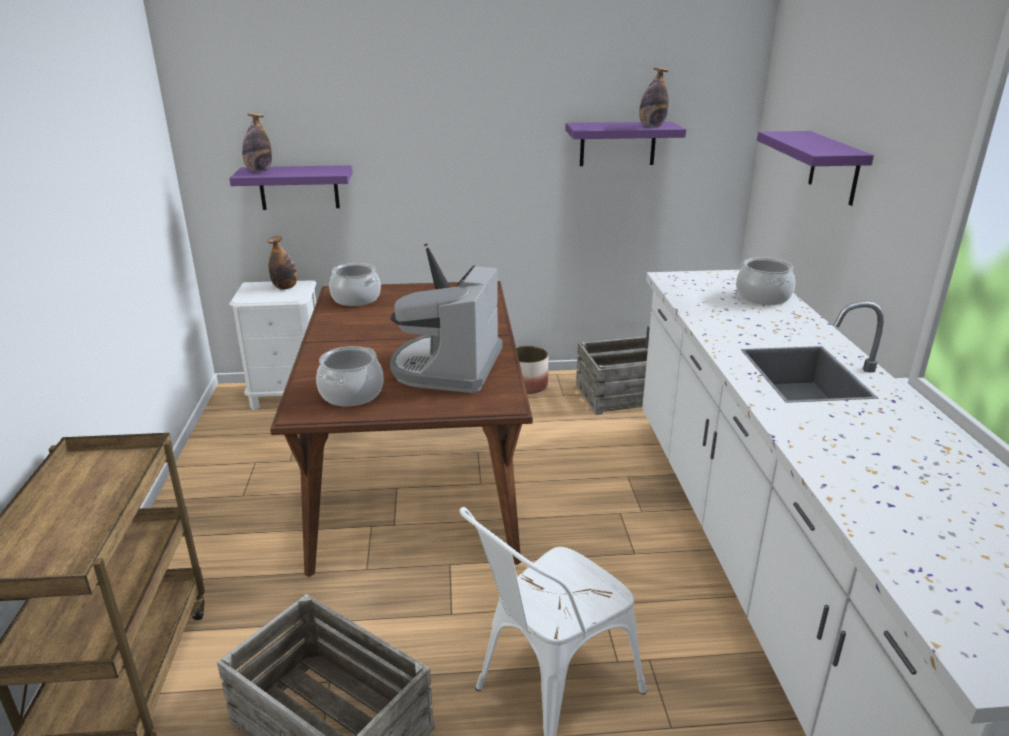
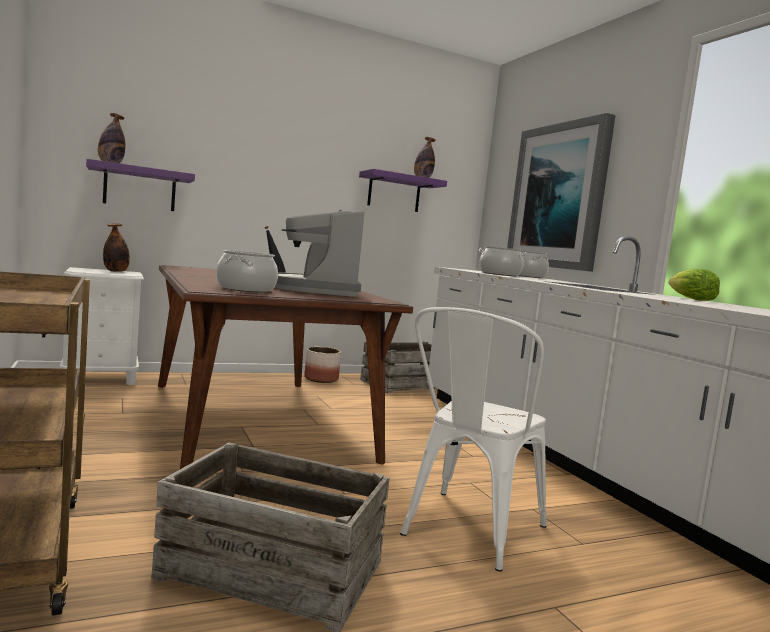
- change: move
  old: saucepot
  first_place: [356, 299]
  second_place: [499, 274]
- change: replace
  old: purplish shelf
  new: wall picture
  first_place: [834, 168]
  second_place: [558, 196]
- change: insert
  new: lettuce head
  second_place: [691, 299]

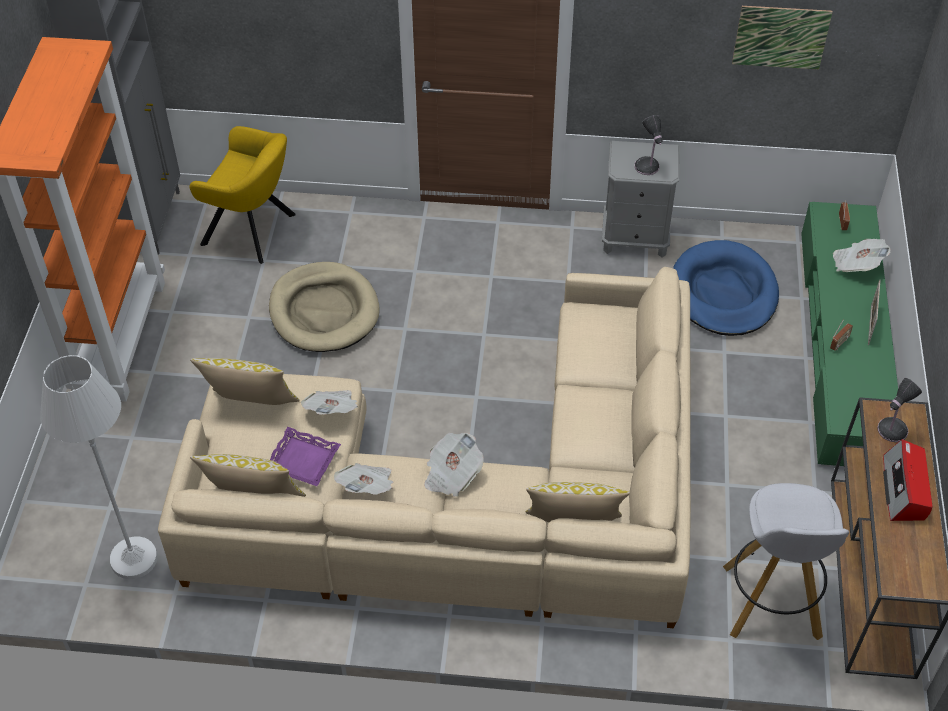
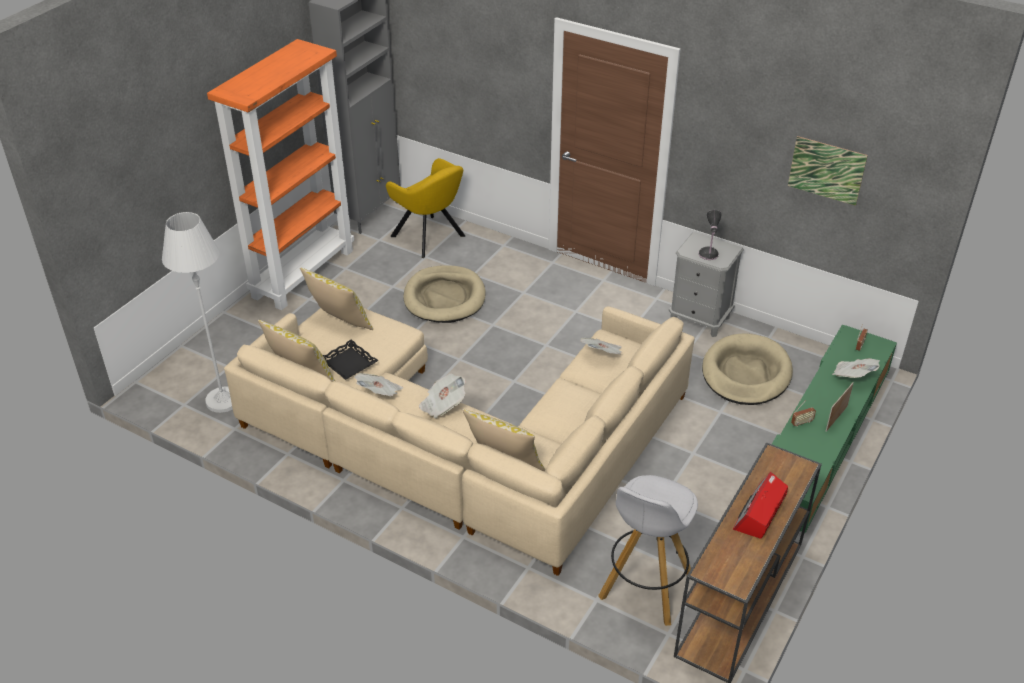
- change: recolor
  old: purplish tray
  new: blackish tray
  first_place: [303, 460]
  second_place: [349, 363]
- change: move
  old: newspaper
  first_place: [332, 411]
  second_place: [602, 354]
- change: recolor
  old: blue pet bed
  new: beige pet bed
  first_place: [723, 292]
  second_place: [746, 373]
- change: delete
  old: table lamp
  first_place: [891, 431]

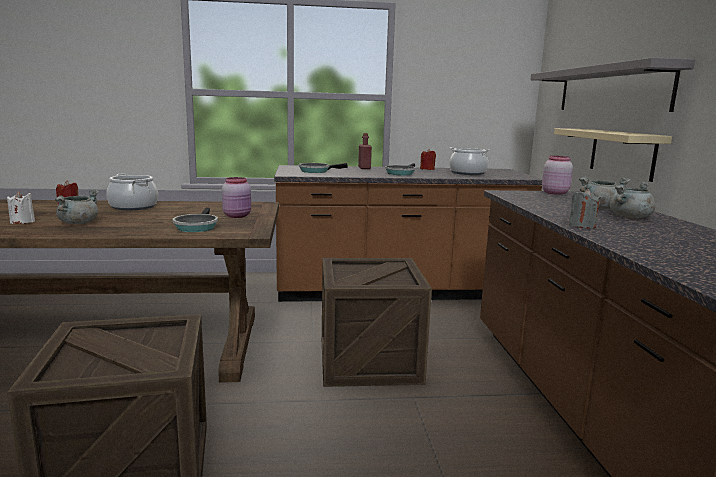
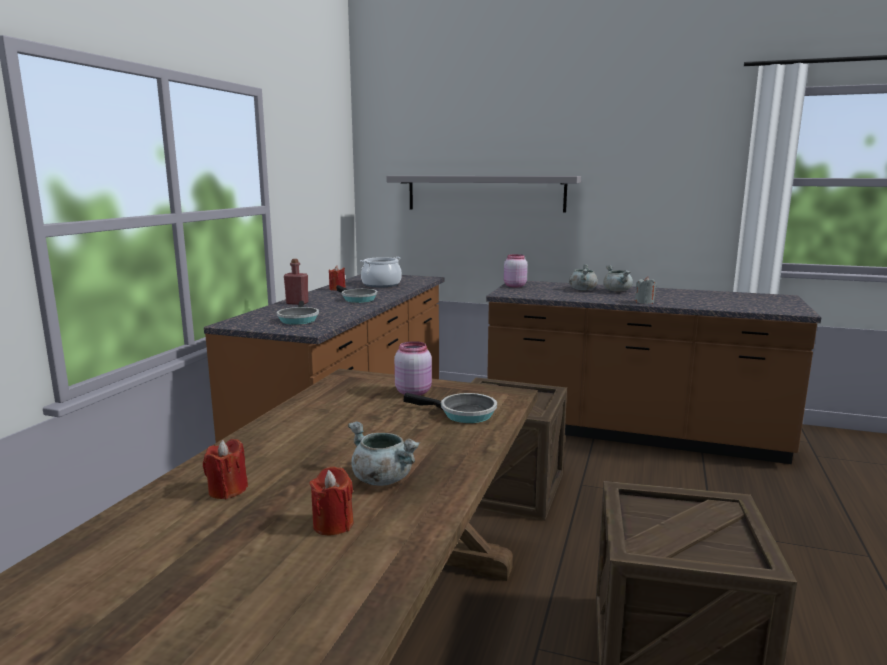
- change: recolor
  old: white-coloured wax light
  new: reddish wax light
  first_place: [22, 222]
  second_place: [333, 524]
- change: delete
  old: saucepot
  first_place: [133, 207]
- change: delete
  old: beige shelf
  first_place: [622, 153]

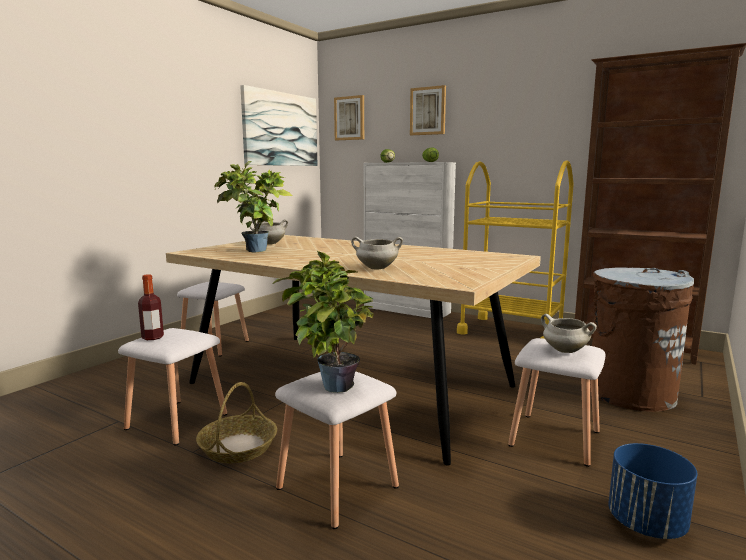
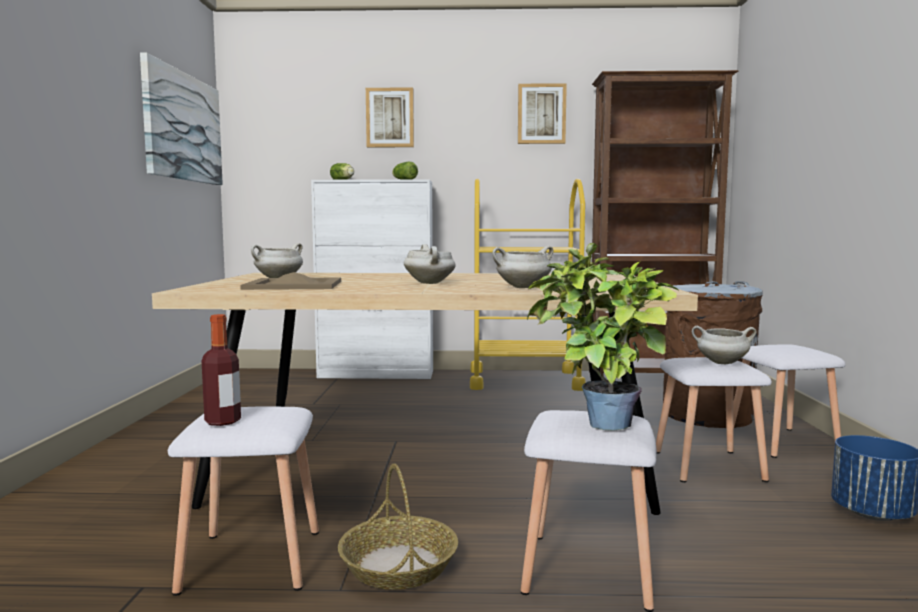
- change: move
  old: white-coloured sitting stool
  first_place: [215, 345]
  second_place: [780, 442]
- change: replace
  old: houseplant
  new: beige tray
  first_place: [254, 252]
  second_place: [295, 285]
- change: move
  old: wall picture
  first_place: [350, 118]
  second_place: [541, 114]
- change: insert
  new: white-coloured saucepot
  second_place: [430, 283]

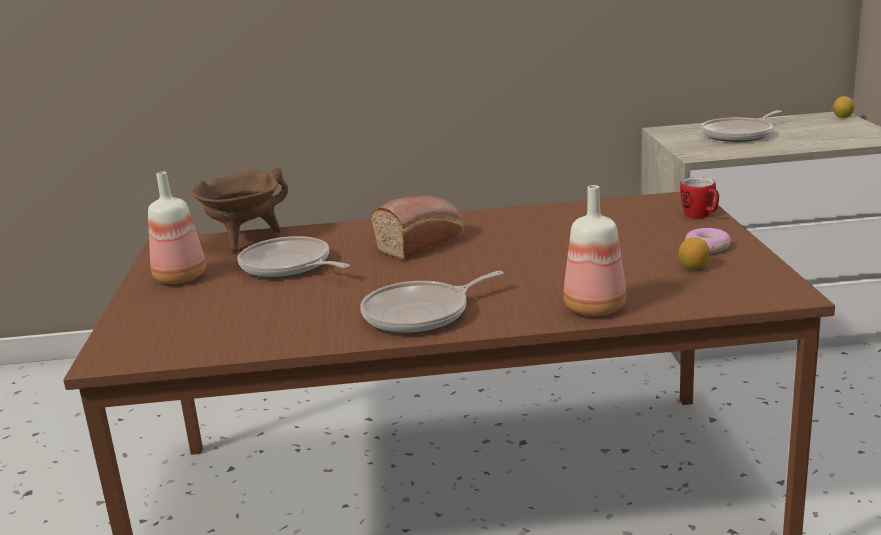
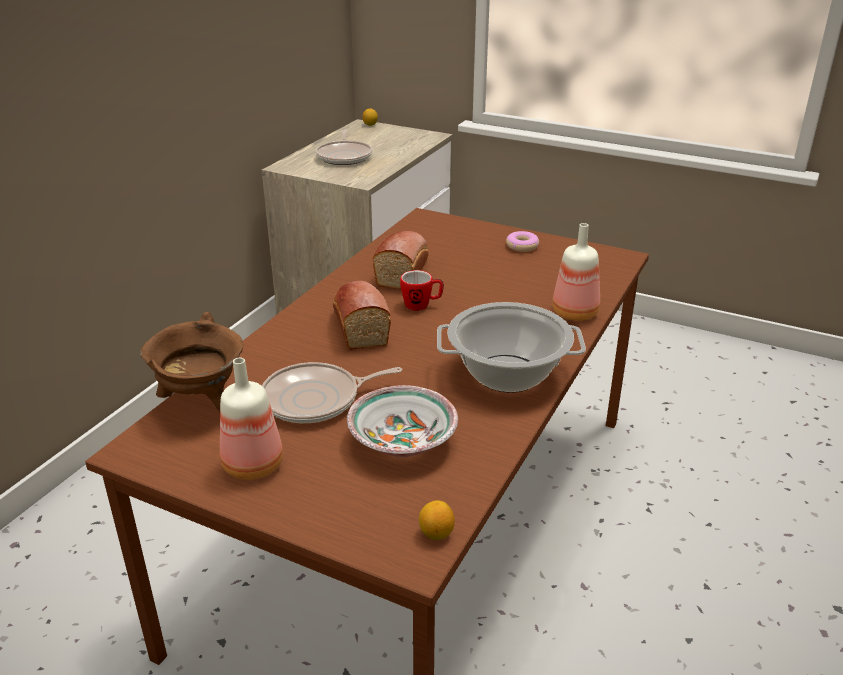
- change: replace
  old: skillet
  new: saucepot
  first_place: [421, 314]
  second_place: [508, 374]
- change: move
  old: whole lemon
  first_place: [693, 267]
  second_place: [436, 533]
- change: move
  old: tea mug
  first_place: [701, 216]
  second_place: [421, 305]
- change: insert
  new: deep dish
  second_place: [401, 441]
- change: insert
  new: baked bread
  second_place: [403, 271]

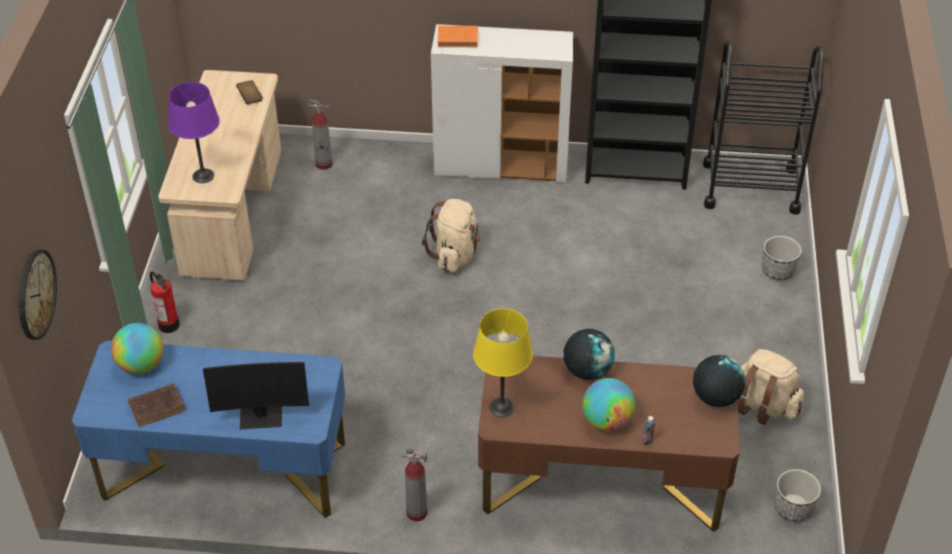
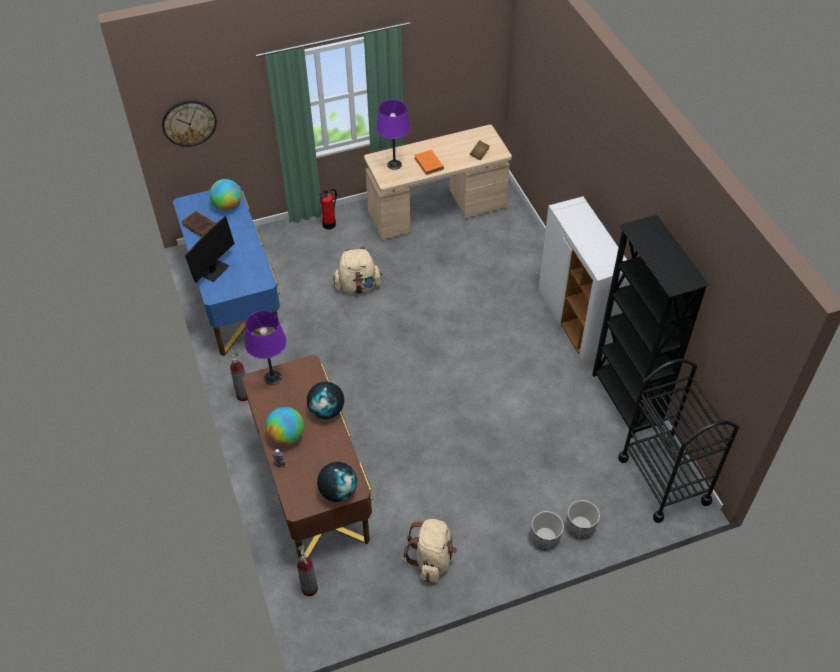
- change: rotate
  old: monitor
  first_place: [261, 416]
  second_place: [213, 270]
  degrees: -120
- change: move
  old: extinguisher
  first_place: [324, 164]
  second_place: [309, 589]
- change: move
  old: beige knapsack
  first_place: [455, 255]
  second_place: [358, 286]
- change: move
  old: orange bound book
  first_place: [459, 39]
  second_place: [429, 164]
- change: recolor
  old: yellowish table lamp
  new: purplish table lamp
  first_place: [502, 407]
  second_place: [272, 378]
- change: move
  old: flower pot
  first_place: [793, 508]
  second_place: [545, 538]

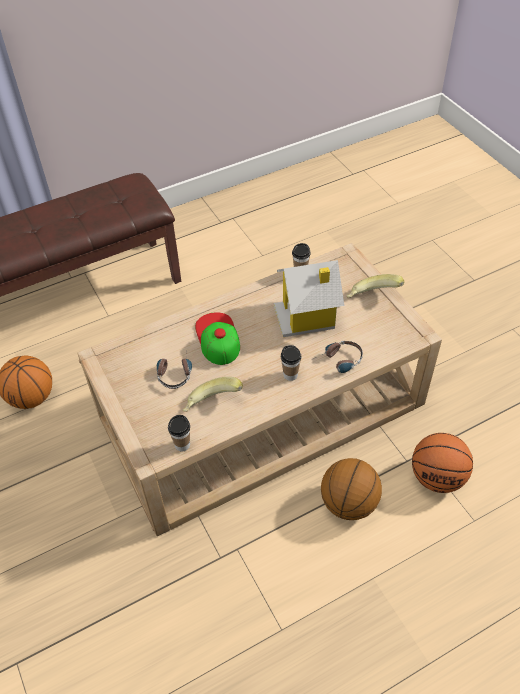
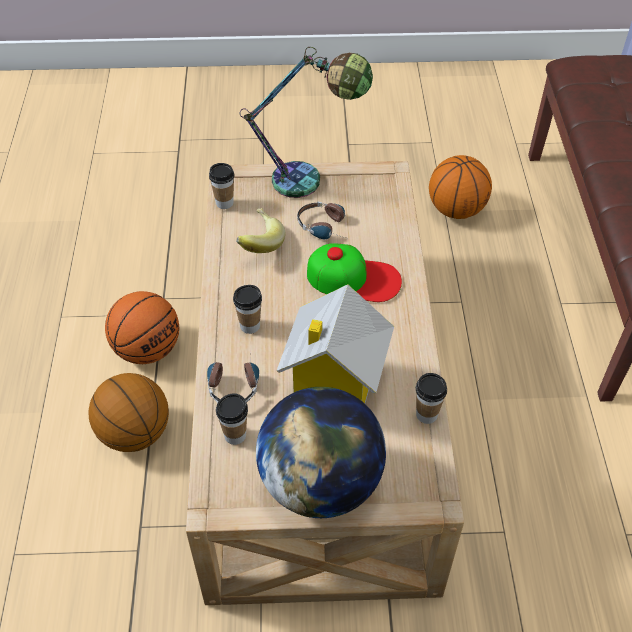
- change: replace
  old: whole banana
  new: desk globe
  first_place: [373, 298]
  second_place: [320, 483]
- change: move
  old: ball for basketball
  first_place: [437, 477]
  second_place: [147, 349]
- change: insert
  new: drinking cup
  second_place: [235, 435]
- change: insert
  new: table lamp
  second_place: [311, 183]

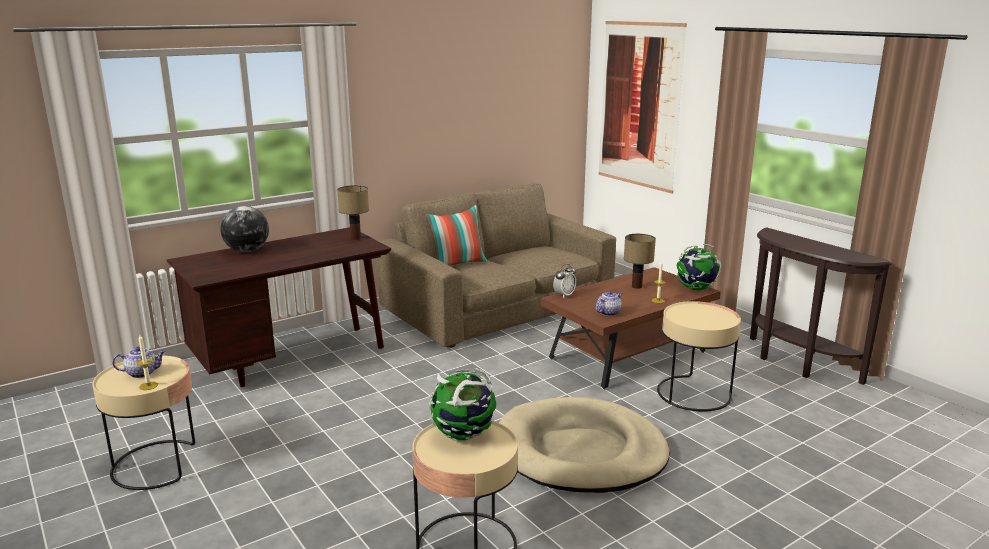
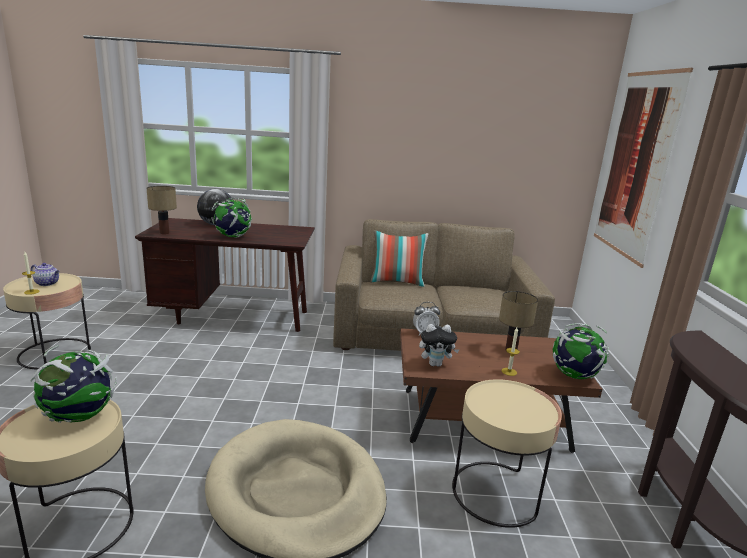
- change: move
  old: table lamp
  first_place: [356, 238]
  second_place: [164, 233]
- change: replace
  old: pot for tea
  new: plush toy
  first_place: [608, 313]
  second_place: [436, 364]
- change: insert
  new: desk globe
  second_place: [232, 236]

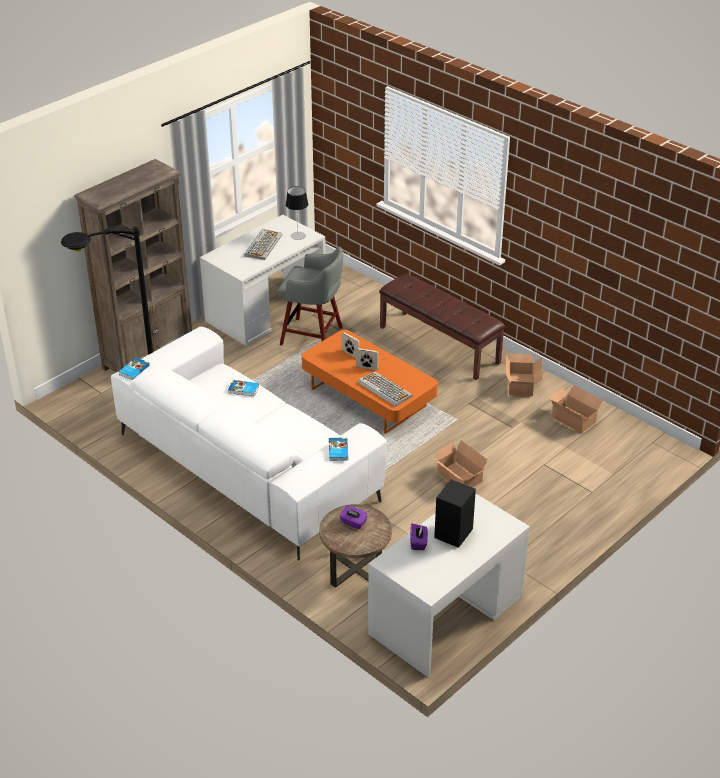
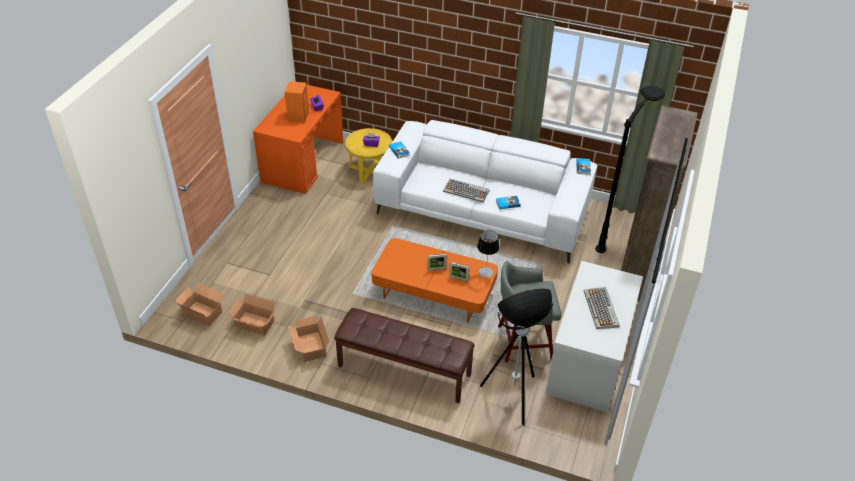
- change: move
  old: table lamp
  first_place: [298, 236]
  second_place: [485, 272]
- change: recolor
  old: brownish accent table
  new: yellowish accent table
  first_place: [355, 568]
  second_place: [369, 171]
- change: move
  old: computer keyboard
  first_place: [384, 389]
  second_place: [466, 191]
- change: recolor
  old: white-coloured desk
  new: orange desk
  first_place: [446, 615]
  second_place: [303, 161]
- change: move
  old: packing box
  first_place: [459, 478]
  second_place: [202, 312]
- change: recolor
  old: blackish audio speaker
  new: orange audio speaker
  first_place: [453, 534]
  second_place: [298, 116]
- change: insert
  new: floor lamp
  second_place: [512, 397]

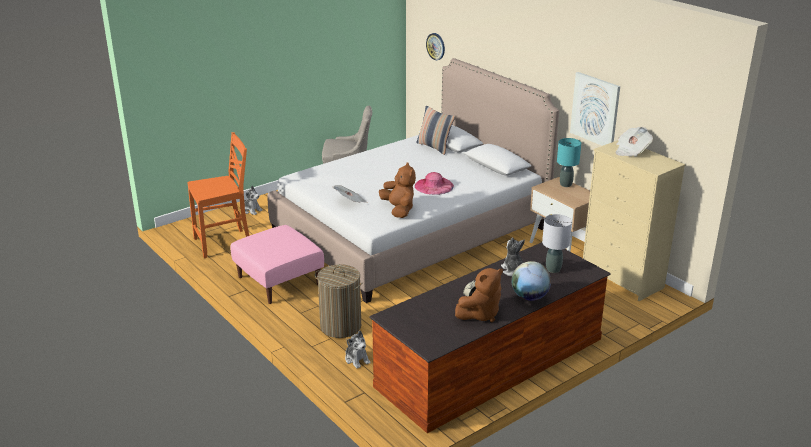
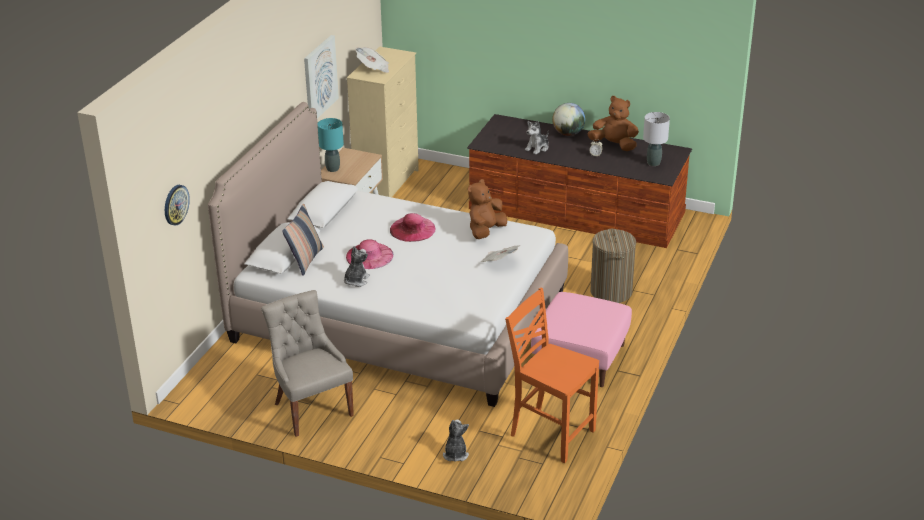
- change: move
  old: plush toy
  first_place: [357, 359]
  second_place: [356, 280]
- change: move
  old: greyish table lamp
  first_place: [553, 269]
  second_place: [653, 163]
- change: insert
  new: pinkish hat
  second_place: [369, 256]

